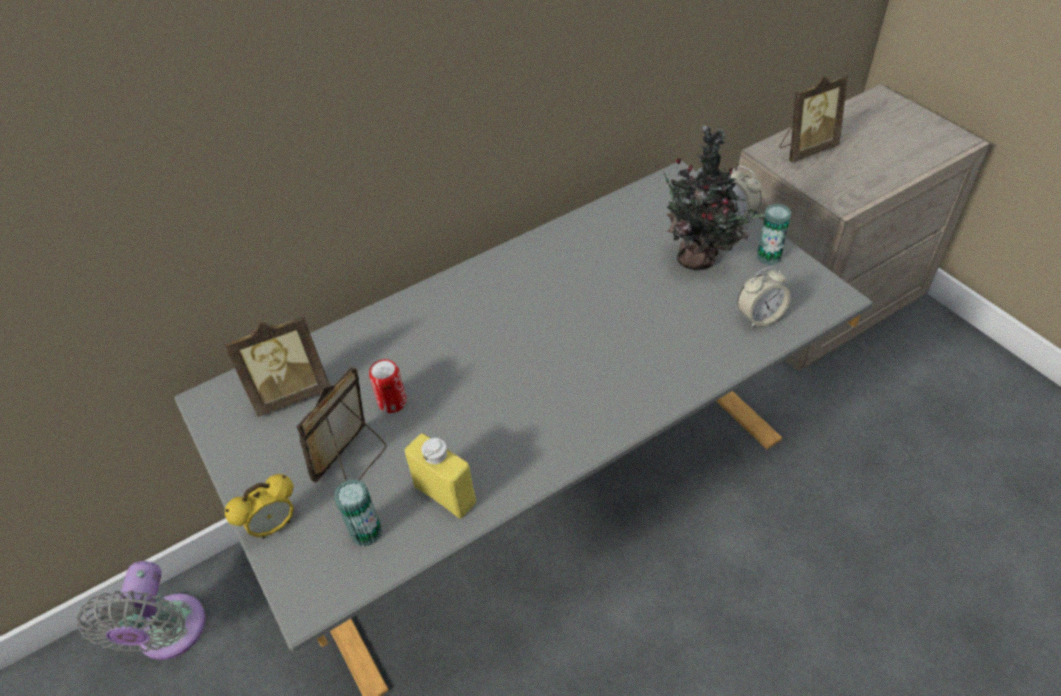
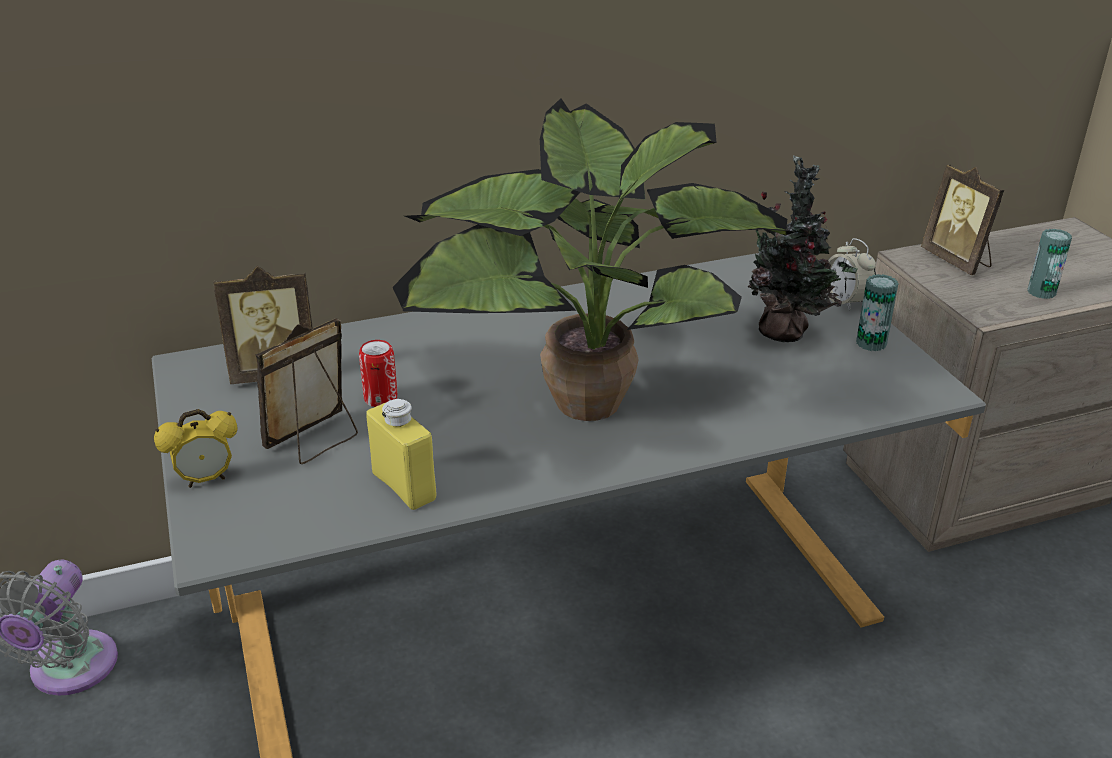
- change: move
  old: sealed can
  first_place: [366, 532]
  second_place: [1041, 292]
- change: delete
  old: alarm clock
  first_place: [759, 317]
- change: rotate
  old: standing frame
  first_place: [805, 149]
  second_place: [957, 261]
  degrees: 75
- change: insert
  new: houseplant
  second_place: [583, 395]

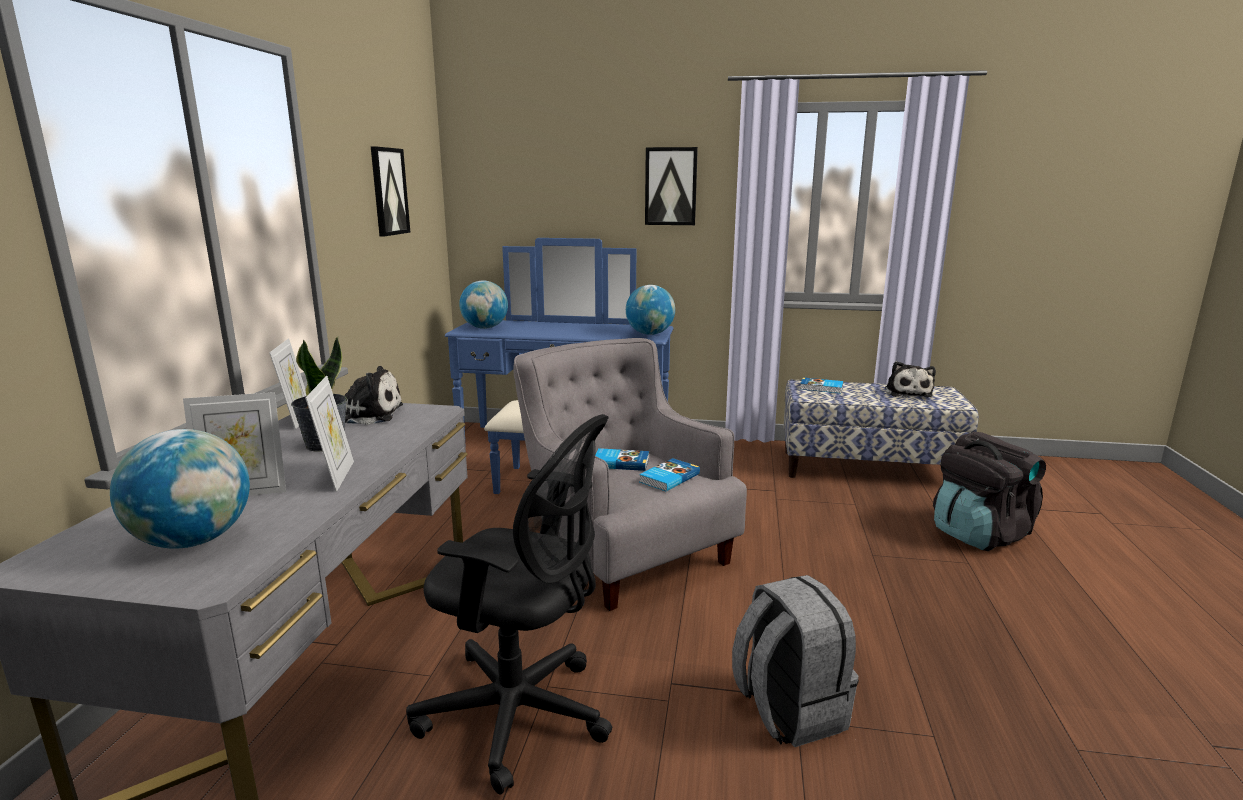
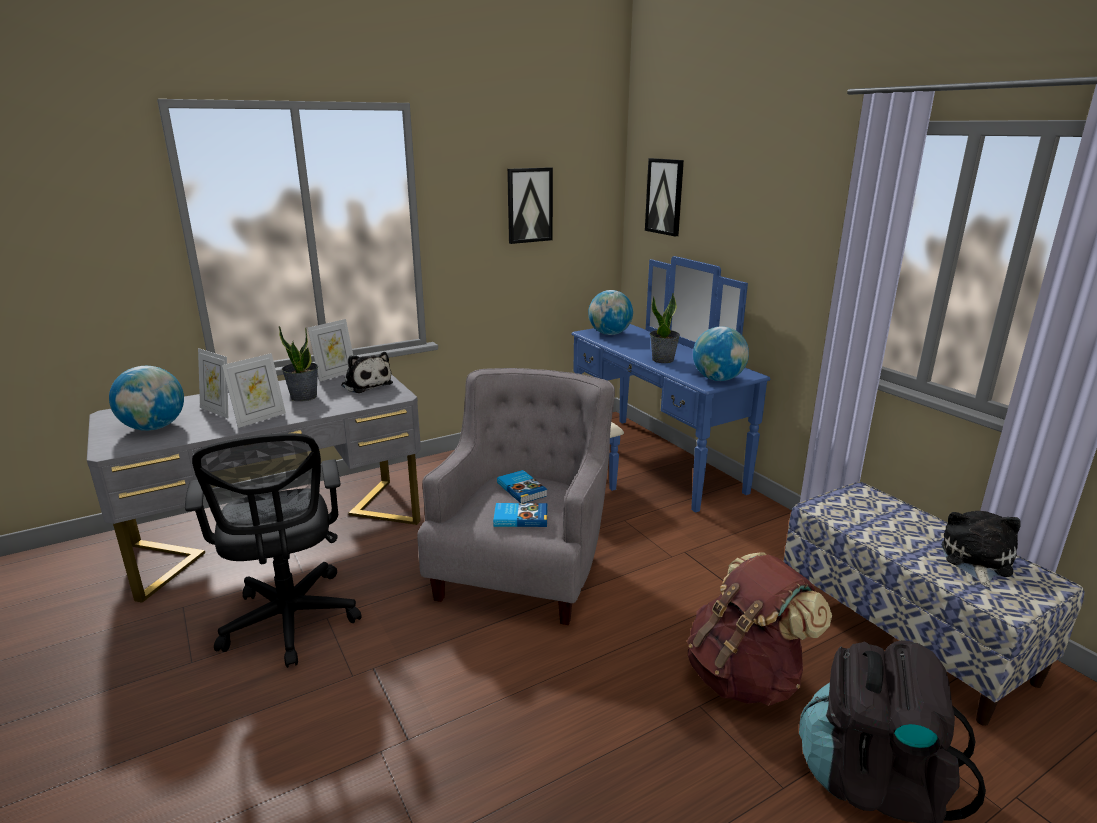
- change: move
  old: wall picture
  first_place: [671, 186]
  second_place: [665, 196]
- change: delete
  old: greyish knapsack
  first_place: [787, 710]
- change: delete
  old: bound book
  first_place: [821, 388]
- change: rotate
  old: plush toy
  first_place: [907, 392]
  second_place: [976, 560]
  degrees: 150
- change: insert
  new: houseplant
  second_place: [663, 360]
- change: insert
  new: brownish knapsack
  second_place: [745, 677]

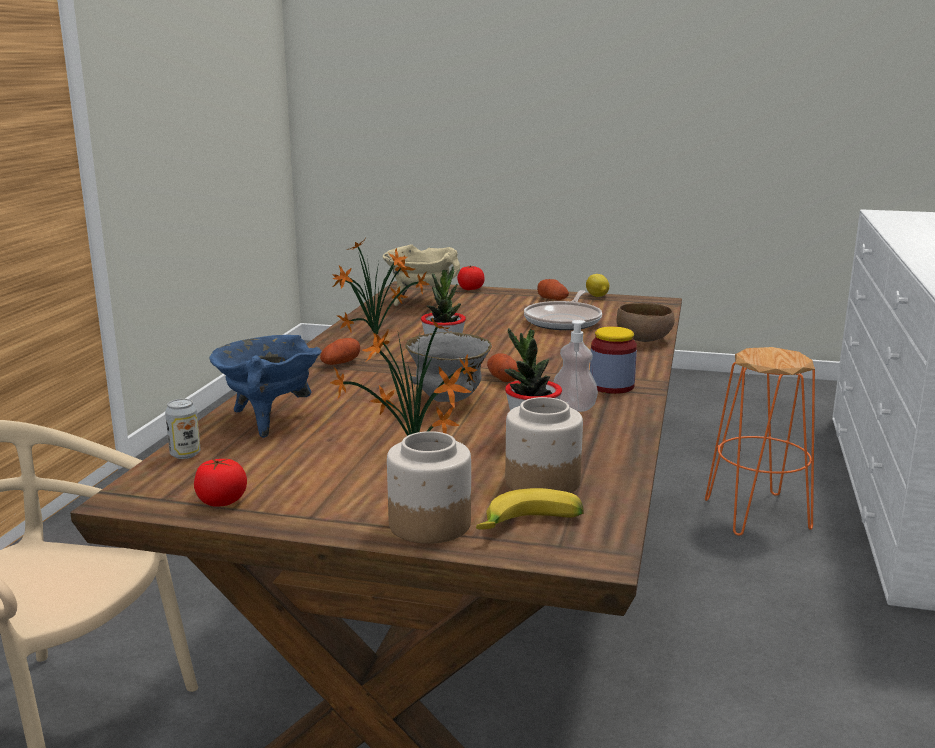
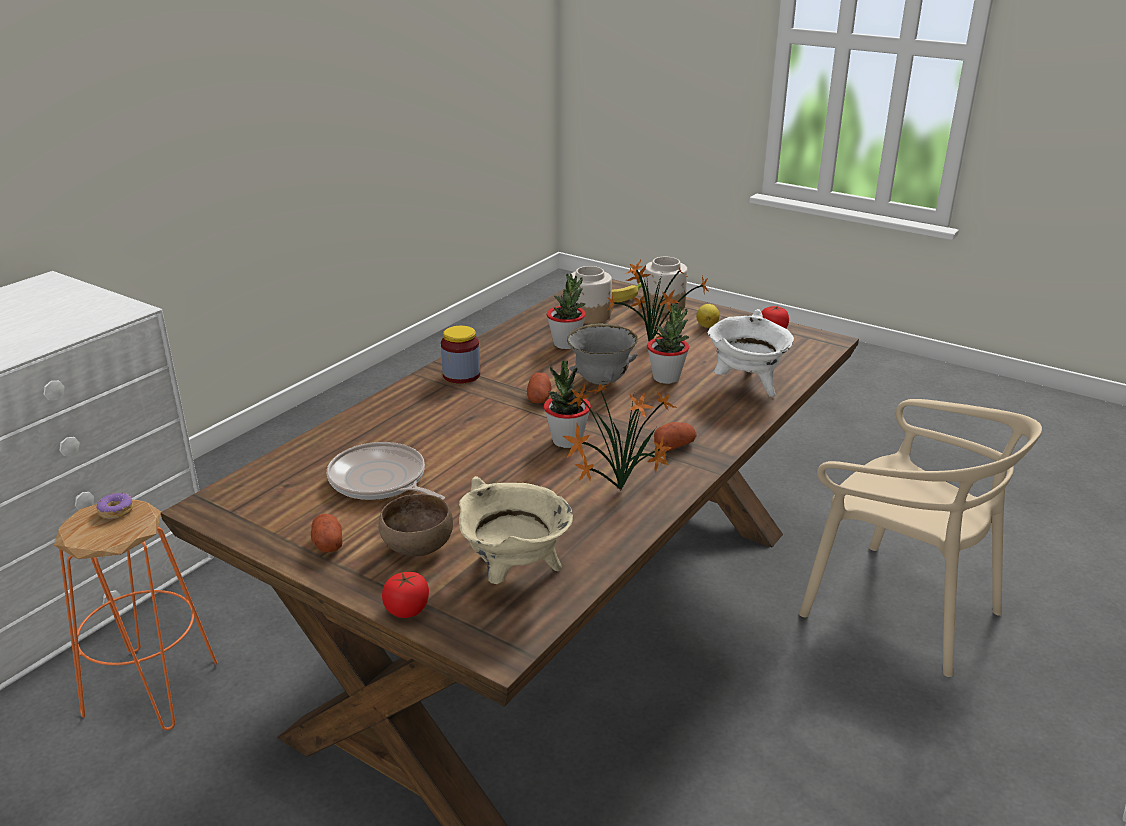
- change: delete
  old: sealed can
  first_place: [185, 454]
- change: recolor
  old: blue saucepot
  new: white-coloured saucepot
  first_place: [268, 420]
  second_place: [747, 385]
- change: rotate
  old: skillet
  first_place: [564, 321]
  second_place: [381, 481]
  degrees: -90
- change: delete
  old: soap dispenser
  first_place: [574, 407]
- change: move
  old: whole lemon
  first_place: [597, 296]
  second_place: [707, 326]
- change: move
  old: brownish deep dish
  first_place: [644, 339]
  second_place: [416, 546]
- change: insert
  new: ring doughnut
  second_place: [116, 511]
- change: insert
  new: houseplant
  second_place: [666, 378]

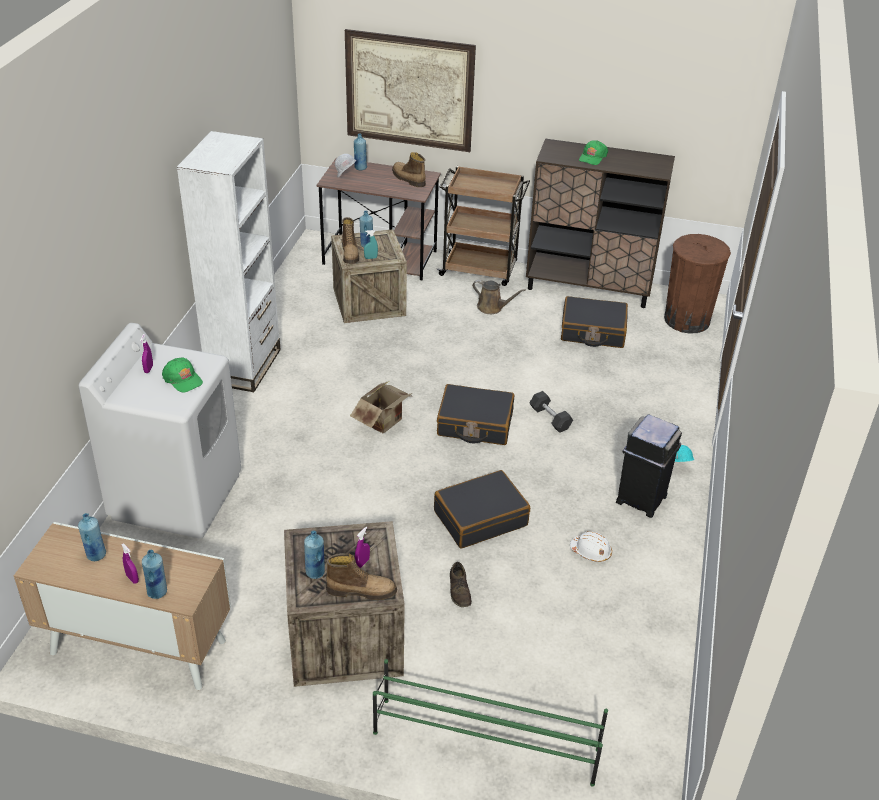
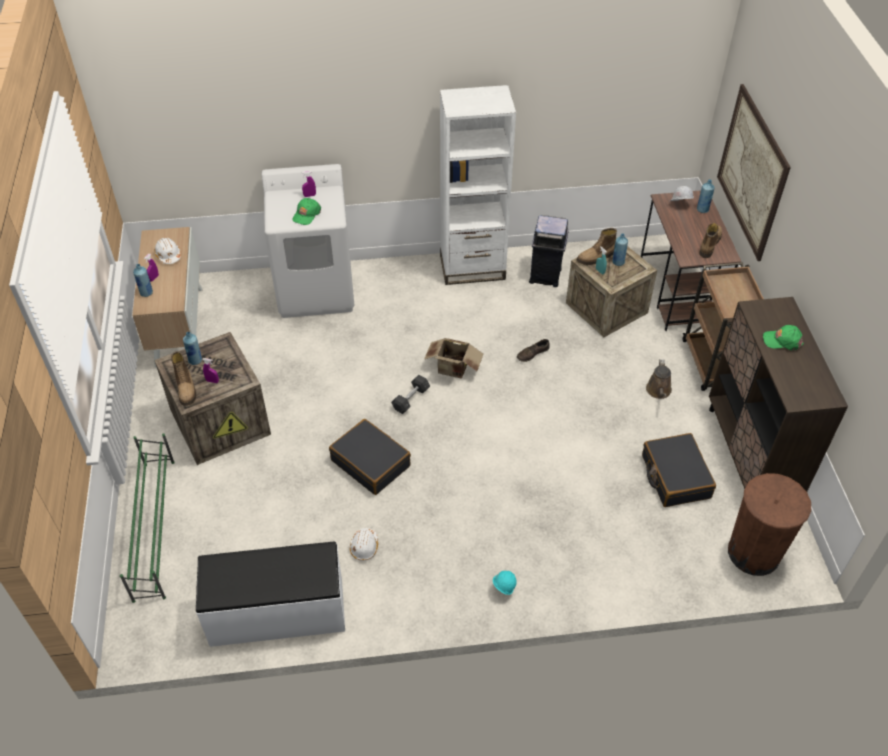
- change: replace
  old: blue drink bottle
  new: white-coloured work helmet
  first_place: [96, 555]
  second_place: [168, 255]
- change: delete
  old: blackish suitcase
  first_place: [475, 424]
- change: move
  old: brownish shoe
  first_place: [459, 590]
  second_place: [532, 353]
- change: move
  old: greyish dumbbell
  first_place: [550, 418]
  second_place: [411, 399]
- change: move
  old: blackish rubbish bin
  first_place: [642, 498]
  second_place: [546, 276]
- change: insert
  new: white-coloured bench
  second_place: [277, 613]

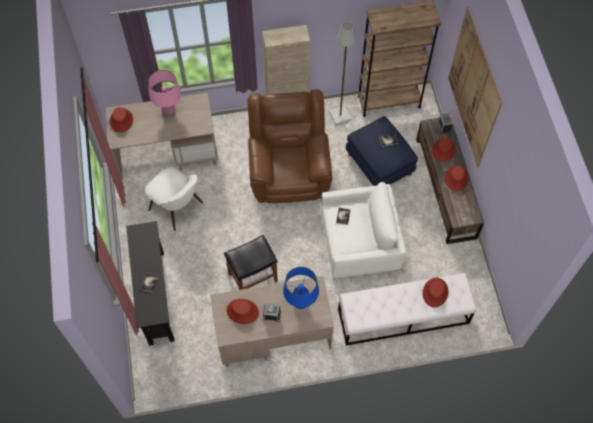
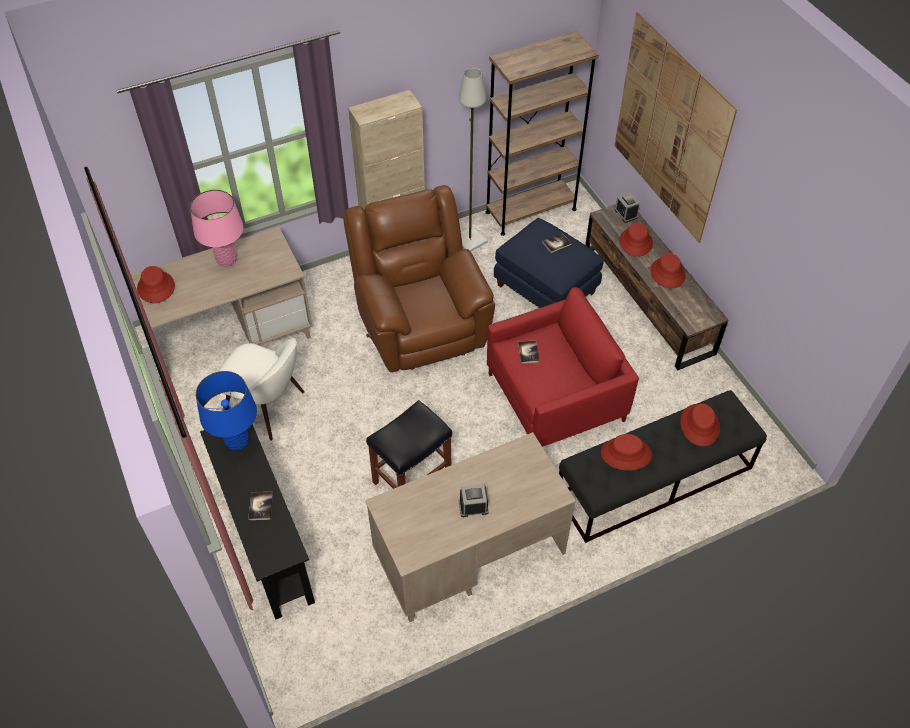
- change: move
  old: reddish hat
  first_place: [242, 311]
  second_place: [626, 454]
- change: move
  old: blue table lamp
  first_place: [300, 302]
  second_place: [237, 441]
- change: recolor
  old: white-coloured lounge chair
  new: reddish lounge chair
  first_place: [359, 244]
  second_place: [555, 397]
- change: recolor
  old: white-coloured bench
  new: blackish bench
  first_place: [402, 316]
  second_place: [654, 481]

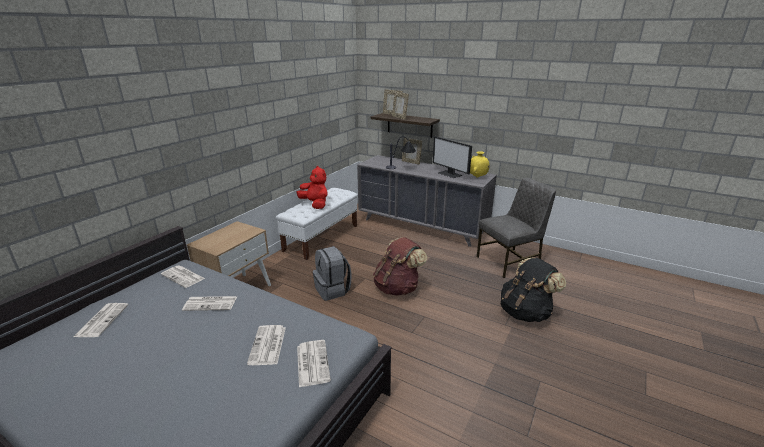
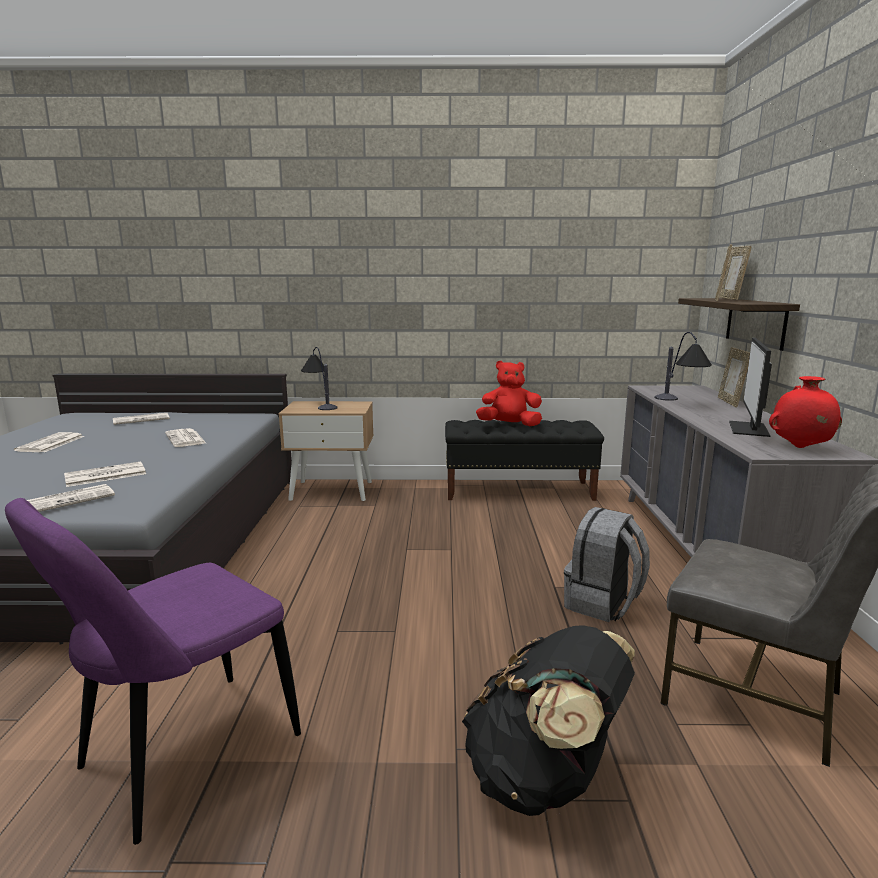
- change: move
  old: newspaper
  first_place: [183, 277]
  second_place: [50, 444]
- change: recolor
  old: white-coloured bench
  new: blackish bench
  first_place: [321, 238]
  second_place: [519, 490]
- change: rotate
  old: reddish plush toy
  first_place: [315, 204]
  second_place: [509, 425]
  degrees: -105
- change: move
  old: greyish knapsack
  first_place: [333, 290]
  second_place: [602, 604]
- change: delete
  old: brownish knapsack
  first_place: [398, 288]
- change: recolor
  old: yellowish flower vase
  new: reddish flower vase
  first_place: [477, 177]
  second_place: [800, 447]
- change: insert
  new: purplish upright chair
  second_place: [181, 756]
- change: insert
  new: table lamp
  second_place: [320, 404]

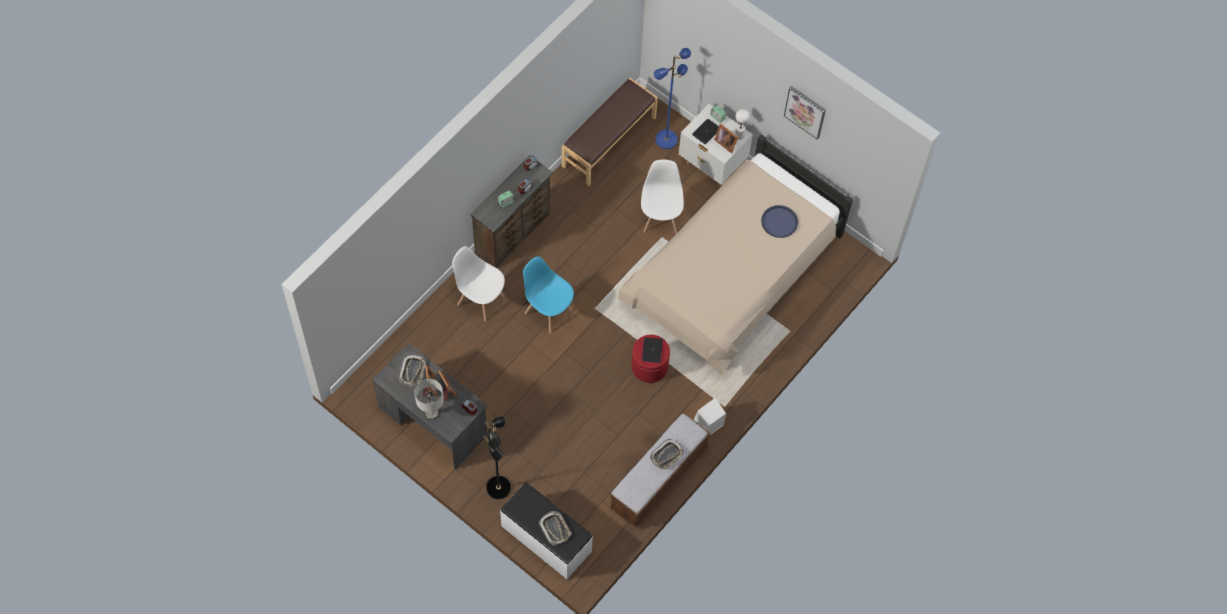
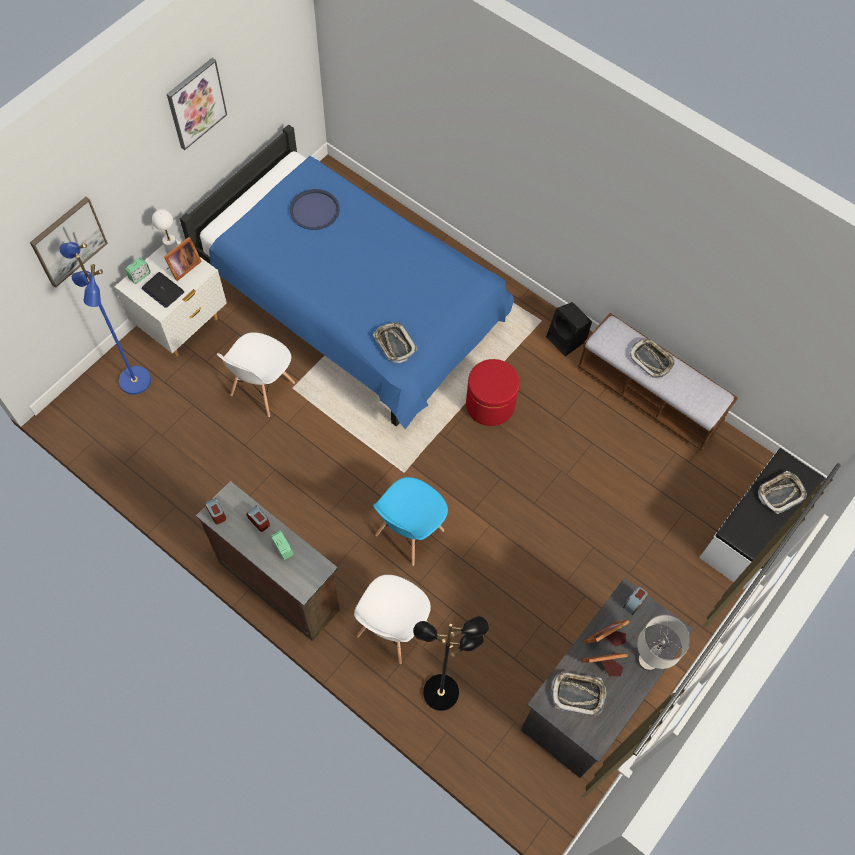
- change: move
  old: blackish floor lamp
  first_place: [499, 488]
  second_place: [441, 691]
- change: delete
  old: brownish bench
  first_place: [608, 141]
- change: recolor
  old: beige bedroom bed
  new: blue bedroom bed
  first_place: [732, 275]
  second_place: [352, 307]
- change: rotate
  old: white-coloured upright chair
  first_place: [660, 218]
  second_place: [262, 389]
  degrees: -60
- change: delete
  old: portable computer
  first_place: [652, 350]
- change: recolor
  old: white-coloured audio speaker
  new: blackish audio speaker
  first_place: [707, 424]
  second_place: [567, 339]
- change: insert
  new: wall picture
  second_place: [68, 241]
- change: insert
  new: tray
  second_place: [394, 344]

